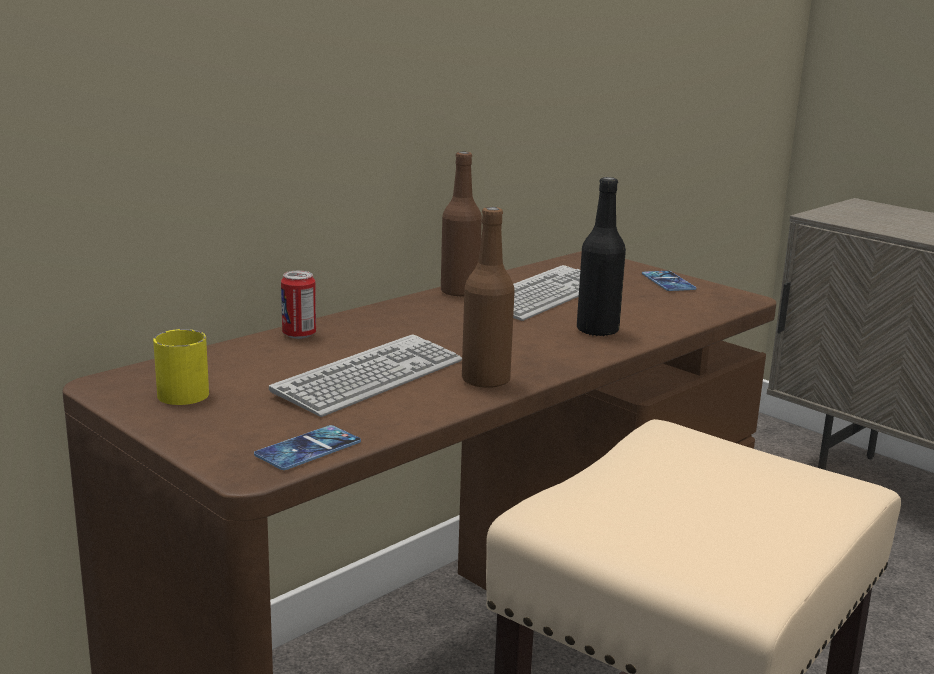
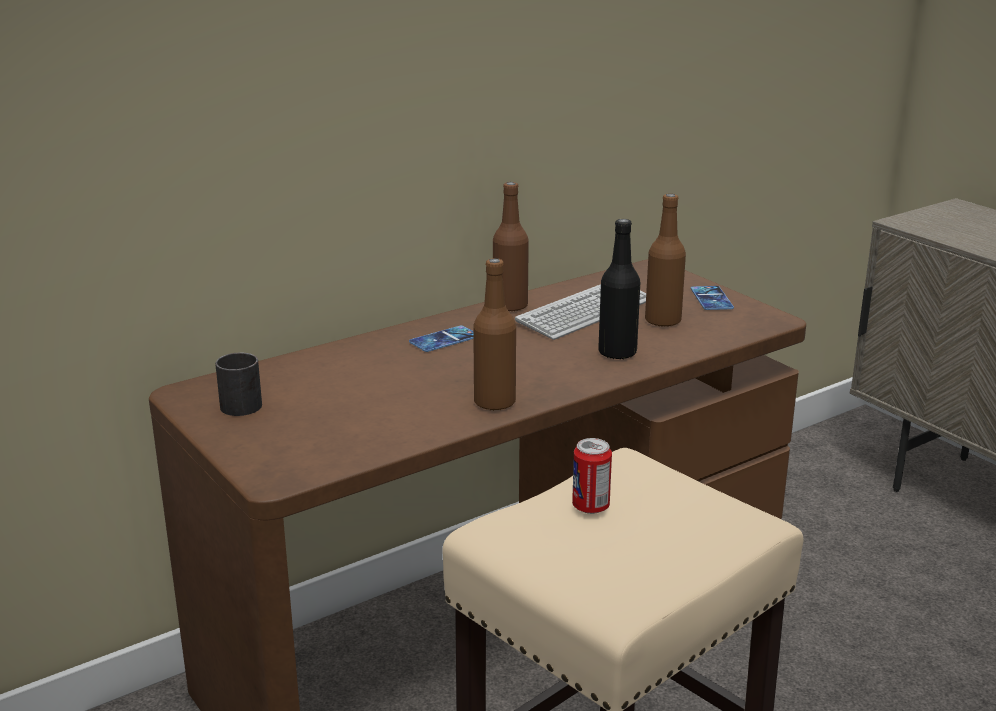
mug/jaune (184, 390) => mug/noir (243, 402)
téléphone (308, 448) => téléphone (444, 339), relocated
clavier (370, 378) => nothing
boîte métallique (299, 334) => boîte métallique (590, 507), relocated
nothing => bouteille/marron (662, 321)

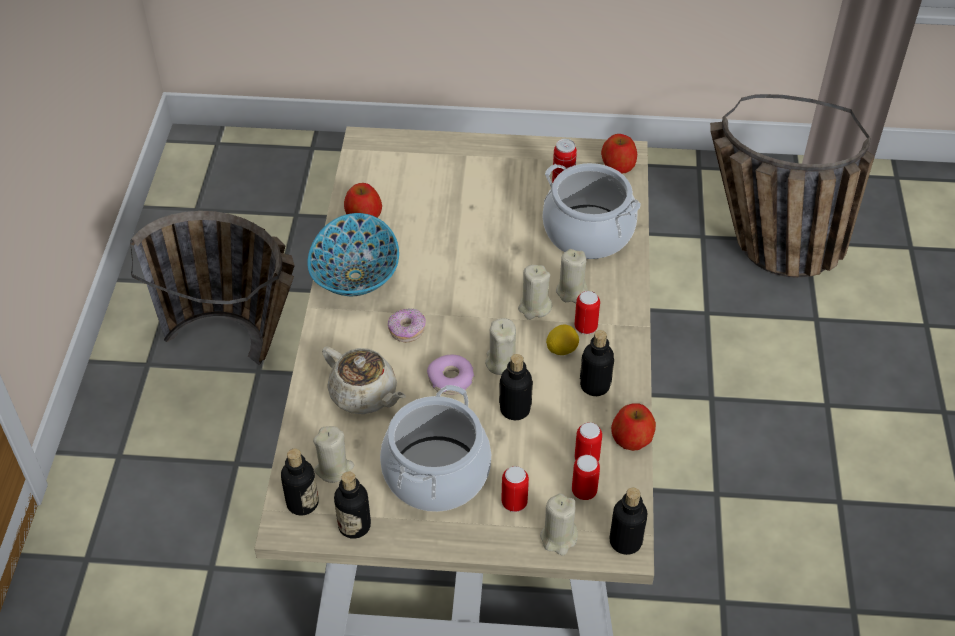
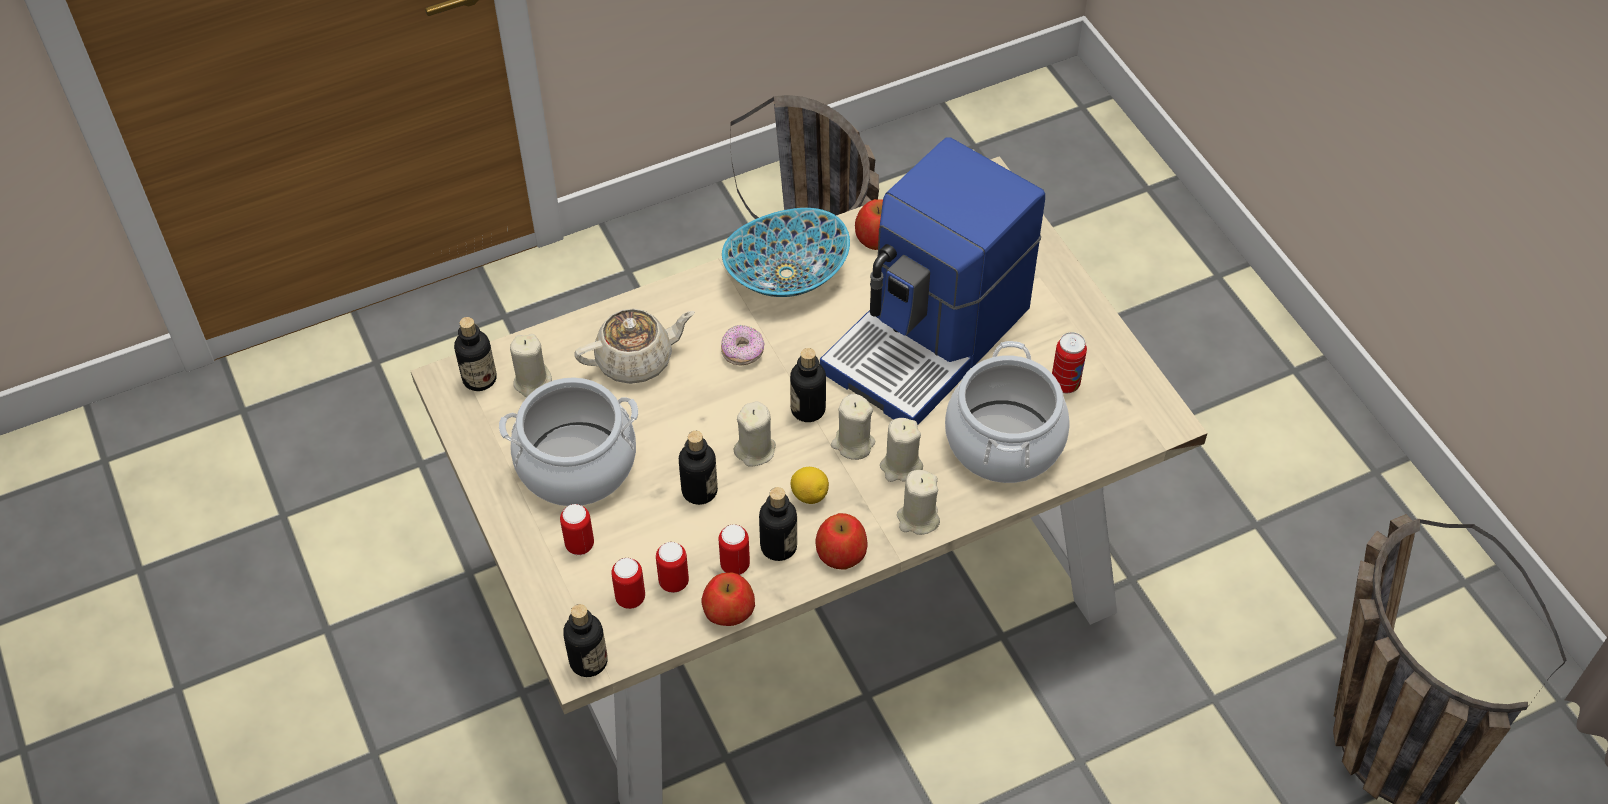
théière/beige (364, 395) => théière/beige (636, 360), 120 degrees counterclockwise
bouteille (354, 525) => bouteille (808, 409), relocated
beignet (451, 380) => nothing
bougie/beige (558, 538) => bougie/beige (918, 518), relocated
boîte métallique (585, 327) => boîte métallique (735, 565), relocated
pomme (618, 165) => pomme (841, 552), relocated
nothing => machine à café (930, 339)

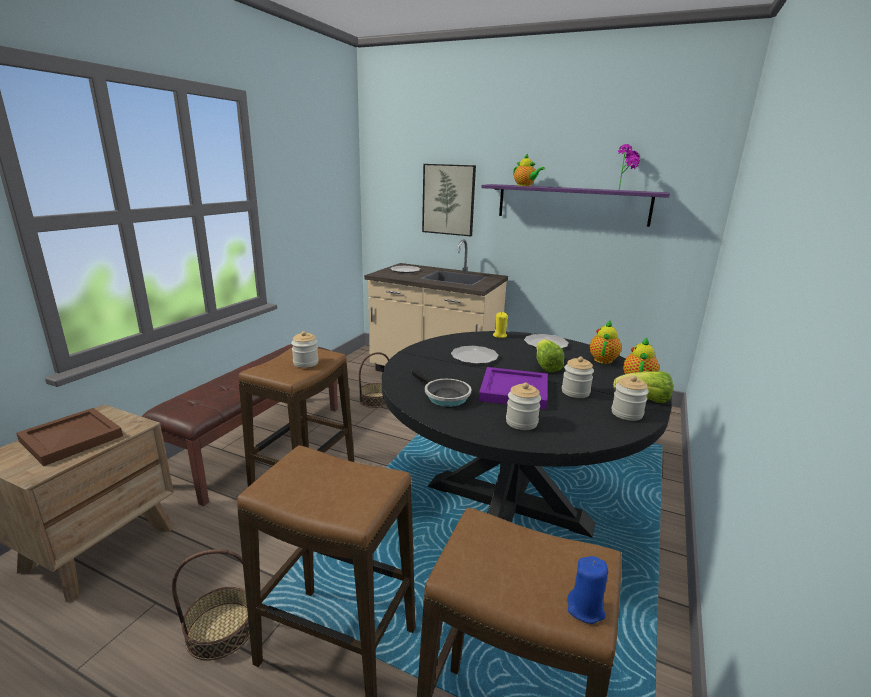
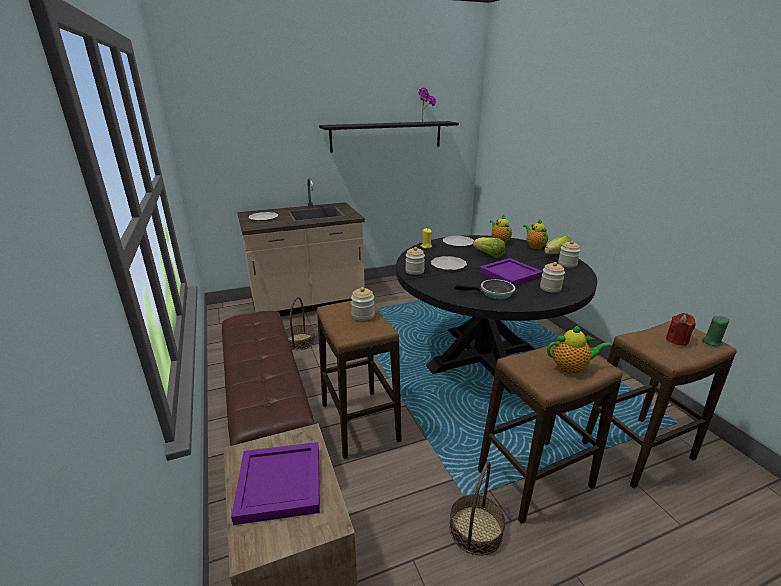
plateau/marron (70, 438) => plateau/violet (278, 485)
tableau (448, 199) => nothing
étagère/violet (572, 204) => étagère/noir (387, 136)
théière (525, 186) => théière (571, 367), relocated
bocal (575, 392) => bocal (414, 271), relocated
bougie/bleu (586, 609) => bougie/vert (711, 342)
nothing => bougie/rouge (677, 340)

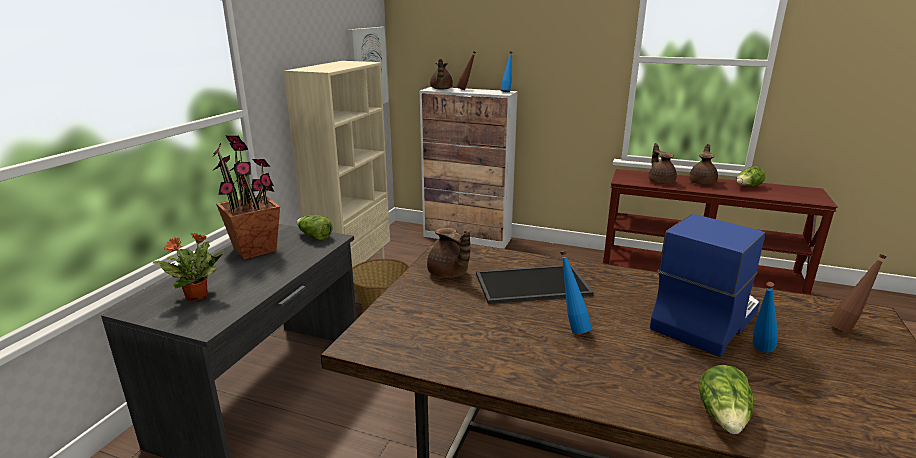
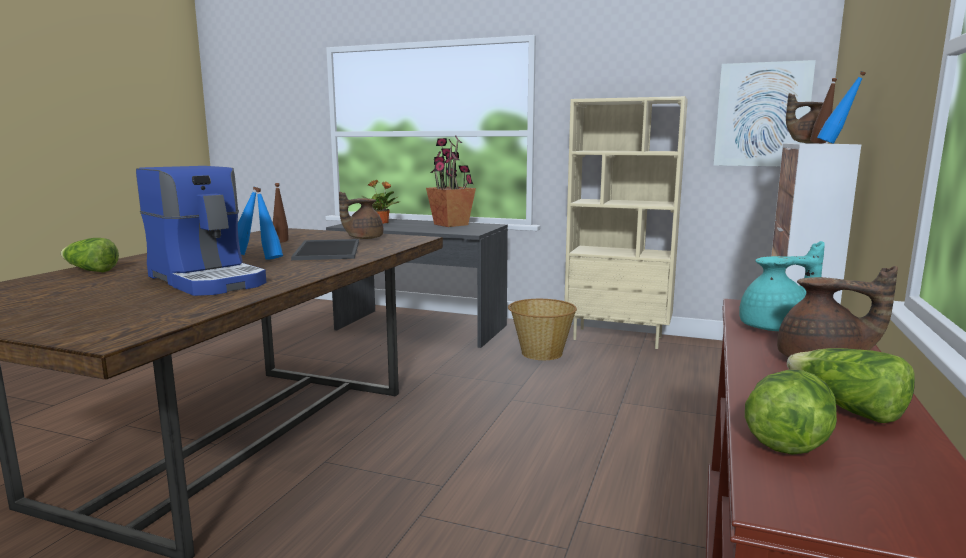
laitue (314, 237) => laitue (788, 436), relocated
théière/marron (660, 181) => théière/turquoise (776, 328)
bouteille/bleu (758, 352) => bouteille/bleu (270, 258), relocated
bouteille/marron (846, 328) => bouteille/marron (281, 242), relocated

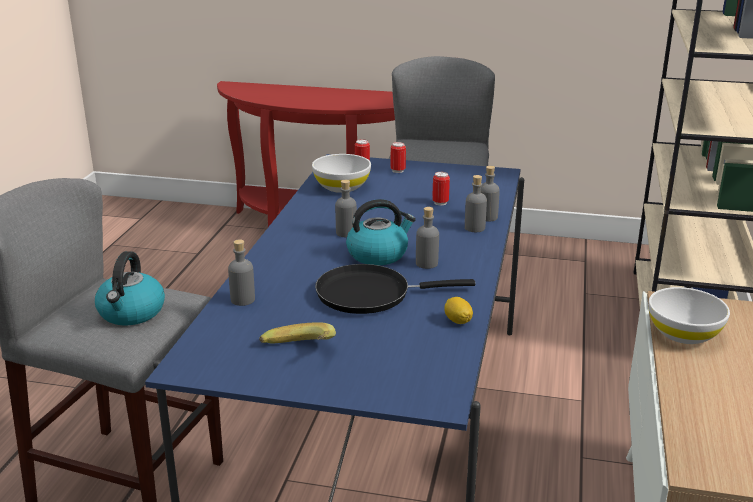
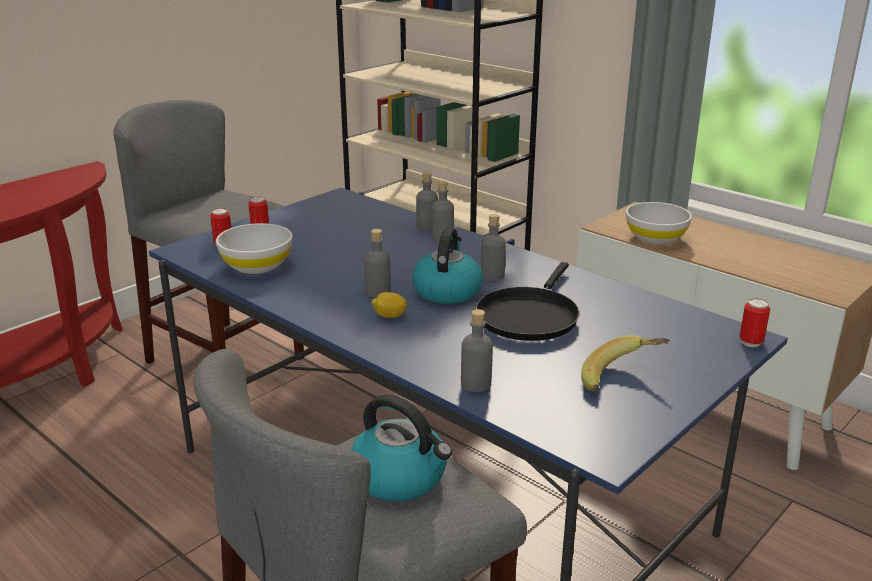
boîte métallique (440, 203) => boîte métallique (751, 342), relocated
citron (458, 321) => citron (389, 316), relocated

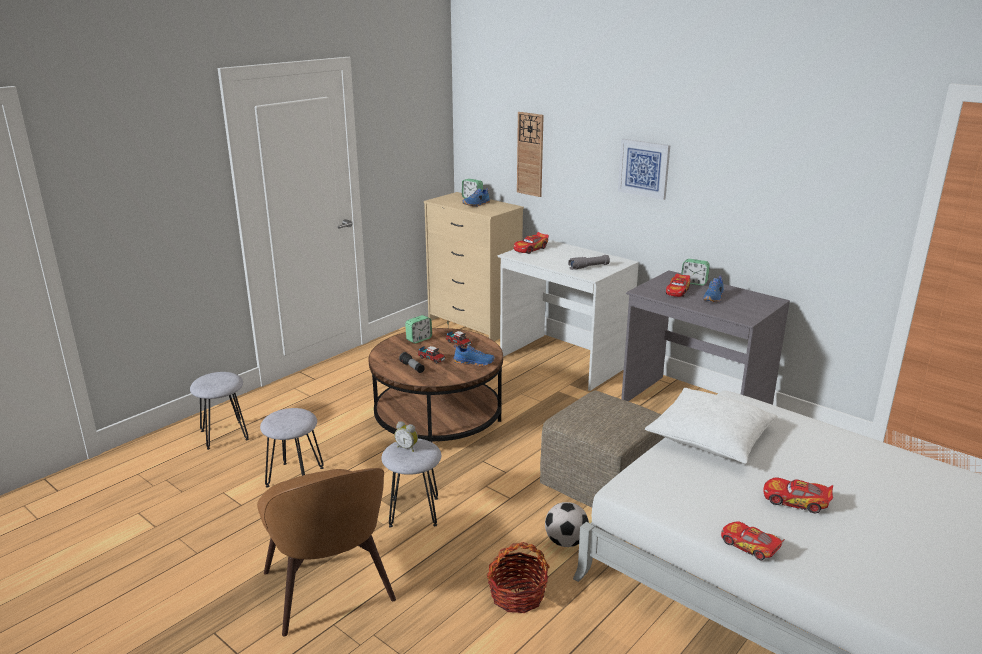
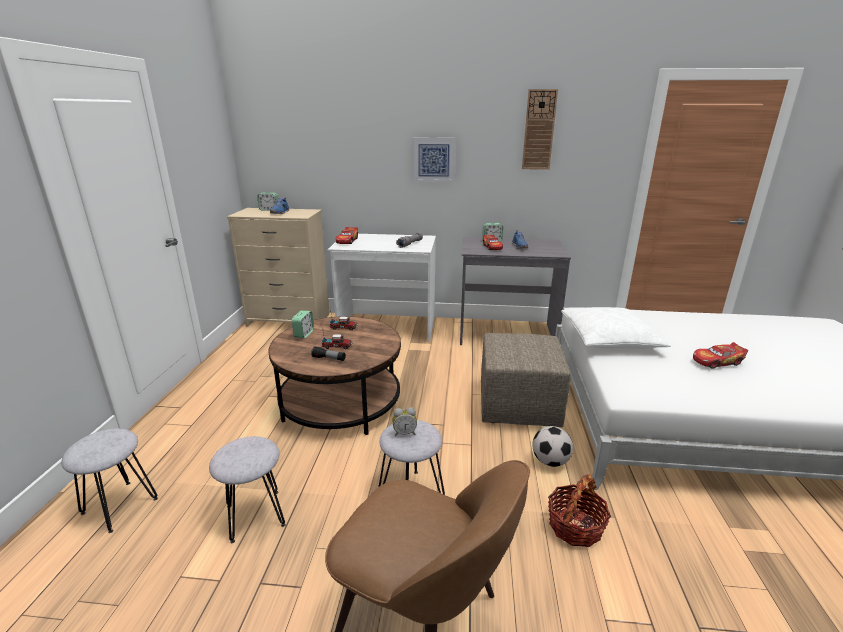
chaussure/bleu (474, 362) => nothing
horloge murale (530, 154) => horloge murale (539, 130), relocated
petite voiture (749, 546) => nothing

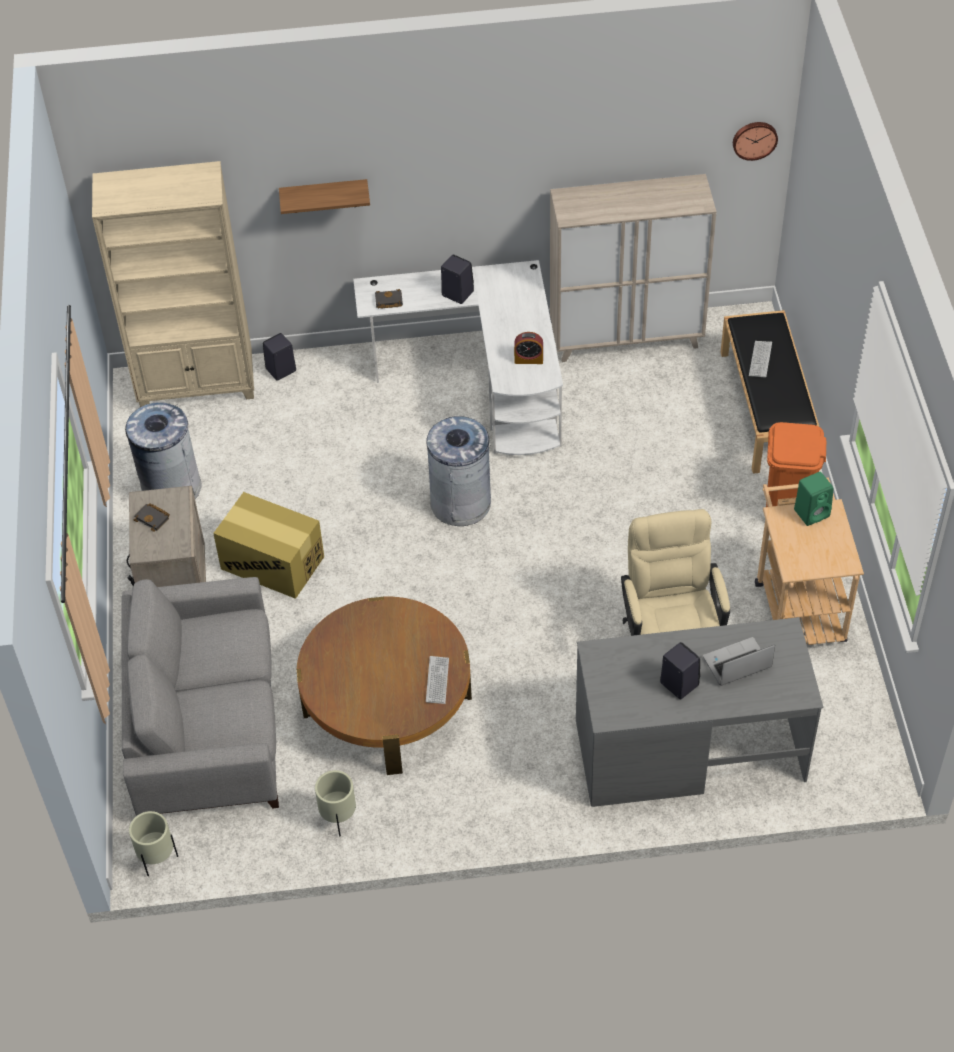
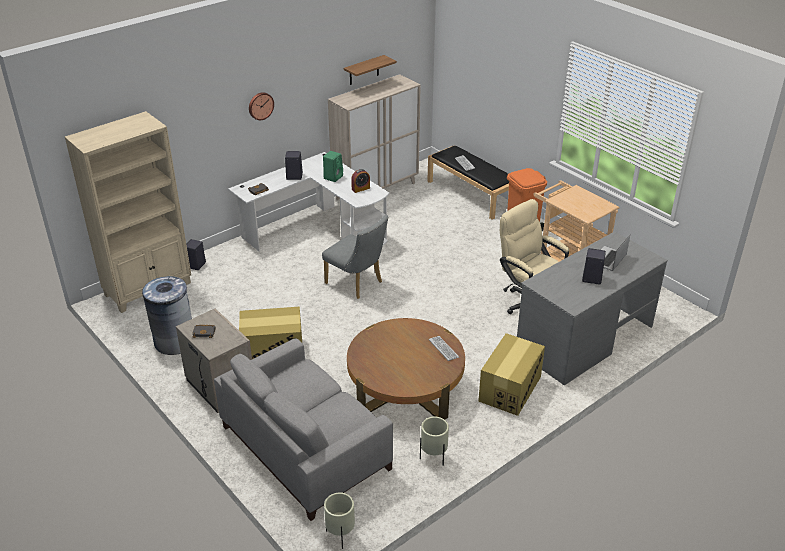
étagère (324, 196) => étagère (364, 70), relocated
poubelle/gris (461, 503) => chaise/gris (357, 284)
horloge murale (754, 139) => horloge murale (260, 105), relocated
enceinte/vert (812, 512) => enceinte/vert (333, 177), relocated
nothing => carton (510, 388)

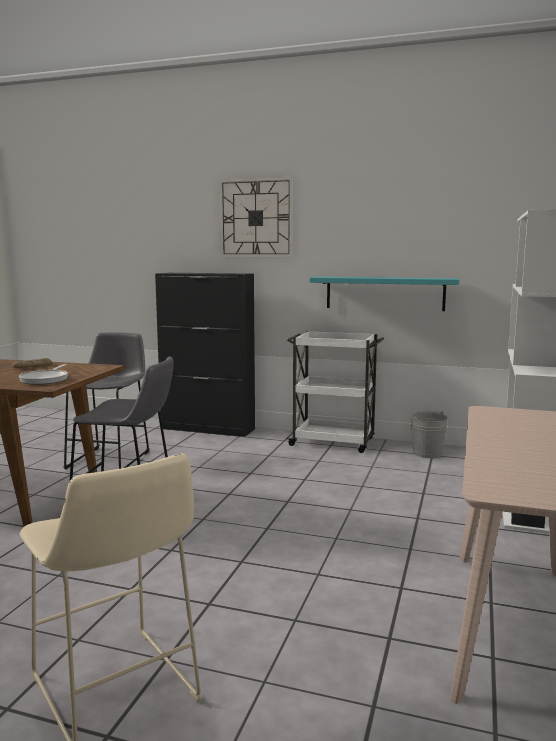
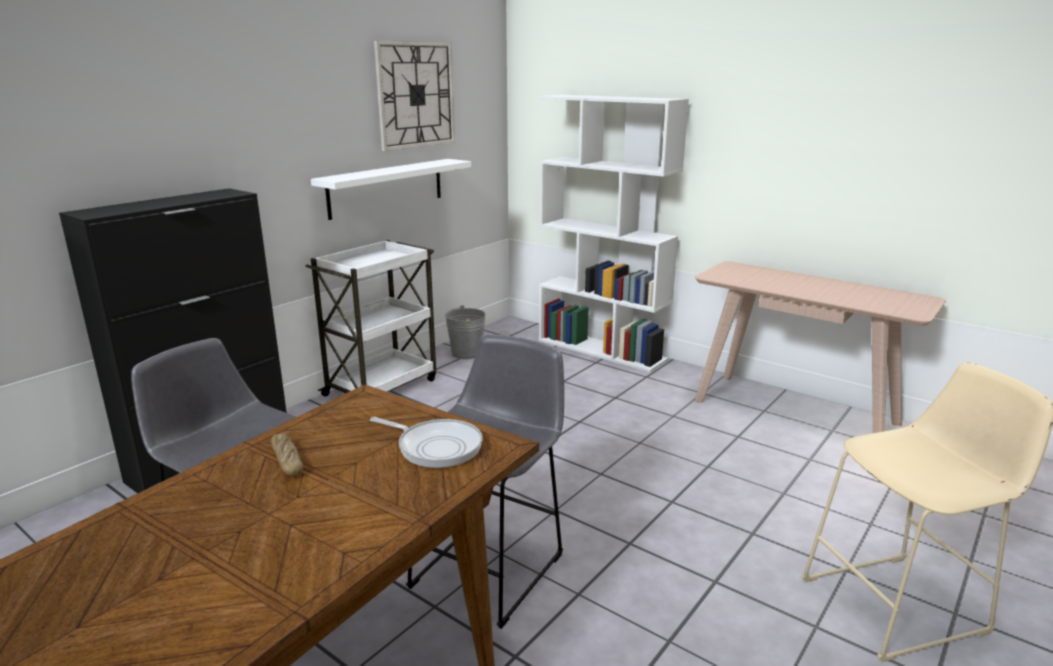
horloge murale (256, 218) => horloge murale (416, 95), relocated
étagère/turquoise (384, 293) => étagère/blanc (386, 187)

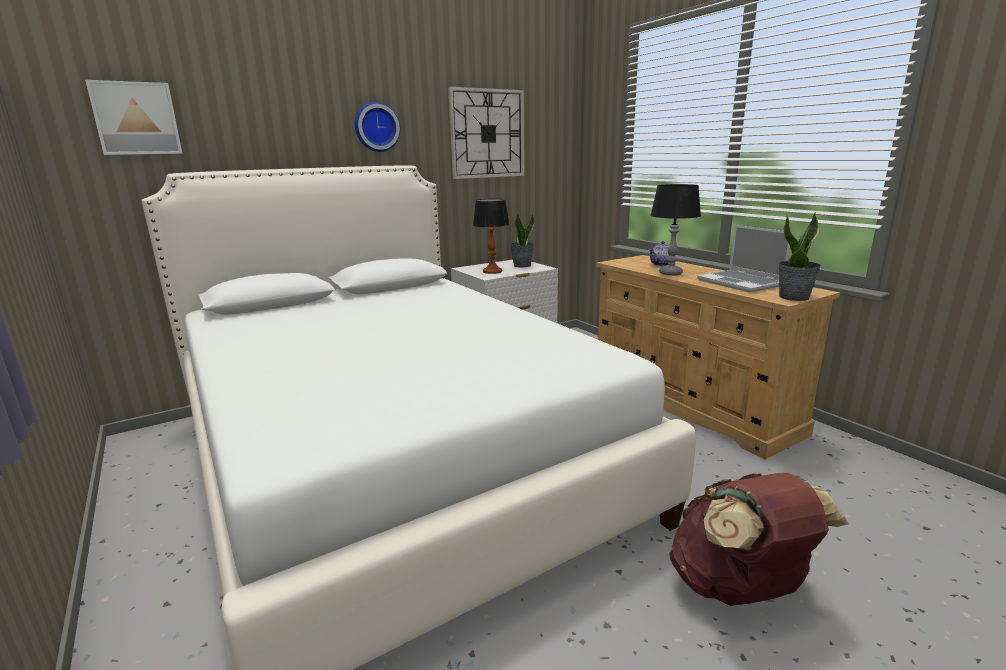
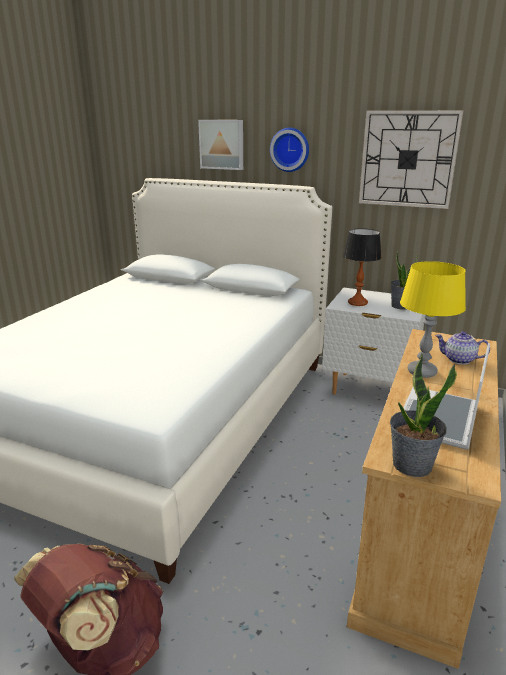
tableau (136, 119) => tableau (222, 144), relocated
lampe de table/noir (670, 273) => lampe de table/jaune (422, 372)

